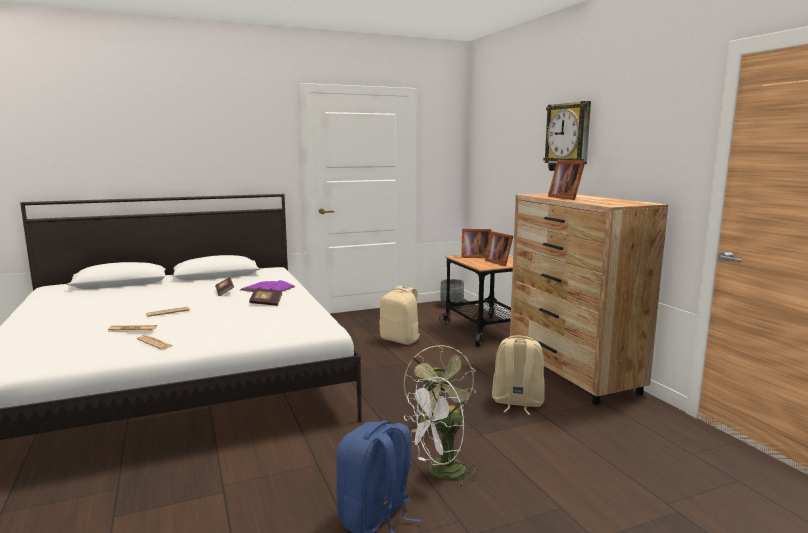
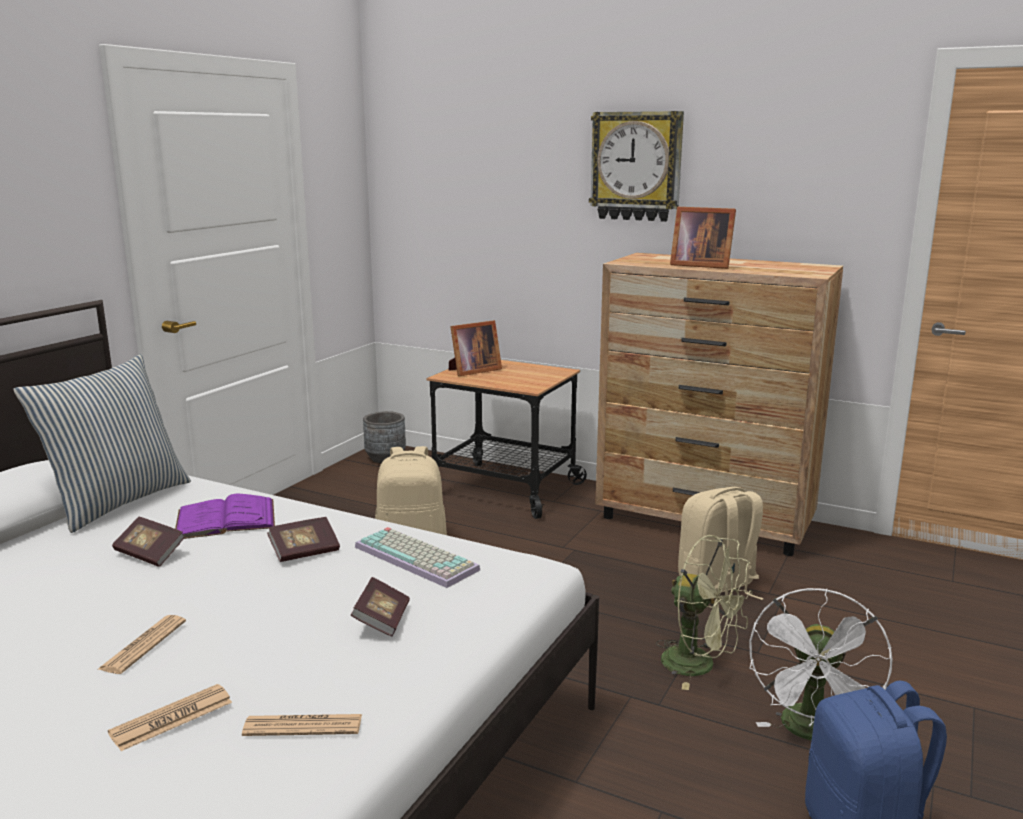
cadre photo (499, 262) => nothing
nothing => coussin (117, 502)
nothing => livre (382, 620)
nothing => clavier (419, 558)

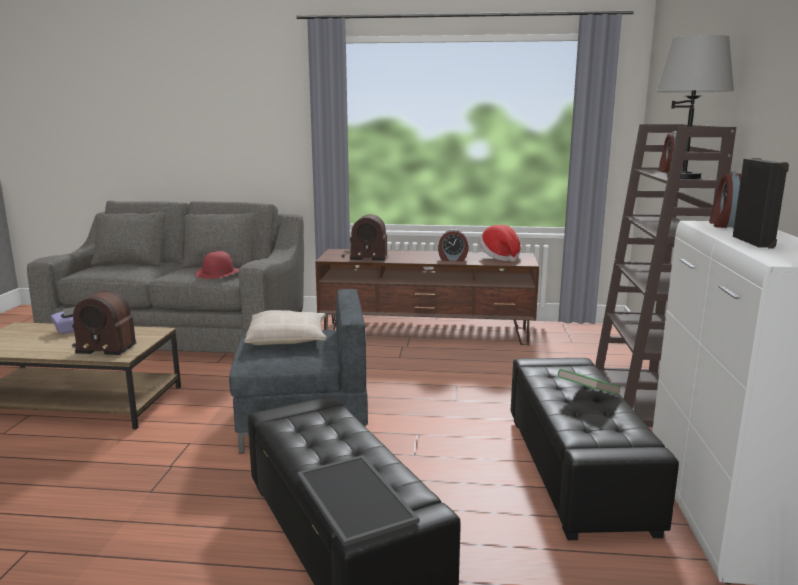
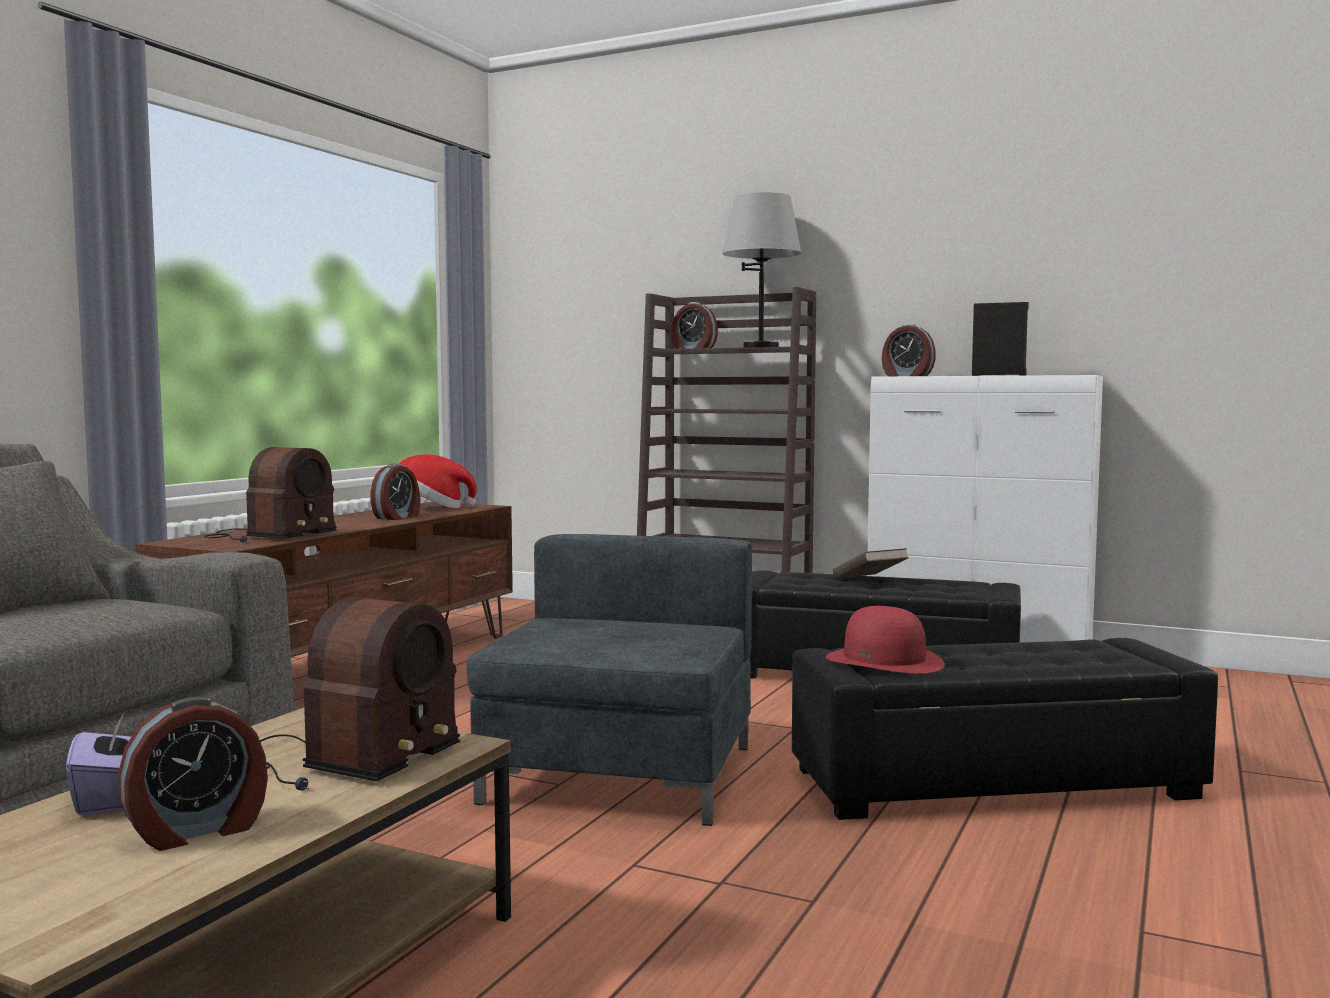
chapeau/rouge (218, 273) => chapeau/rouge (885, 660), relocated
coussin/beige (288, 338) => nothing
plateau (352, 497) => nothing
livre/vert (588, 395) => livre/marron (869, 580)
nothing => réveil (198, 830)

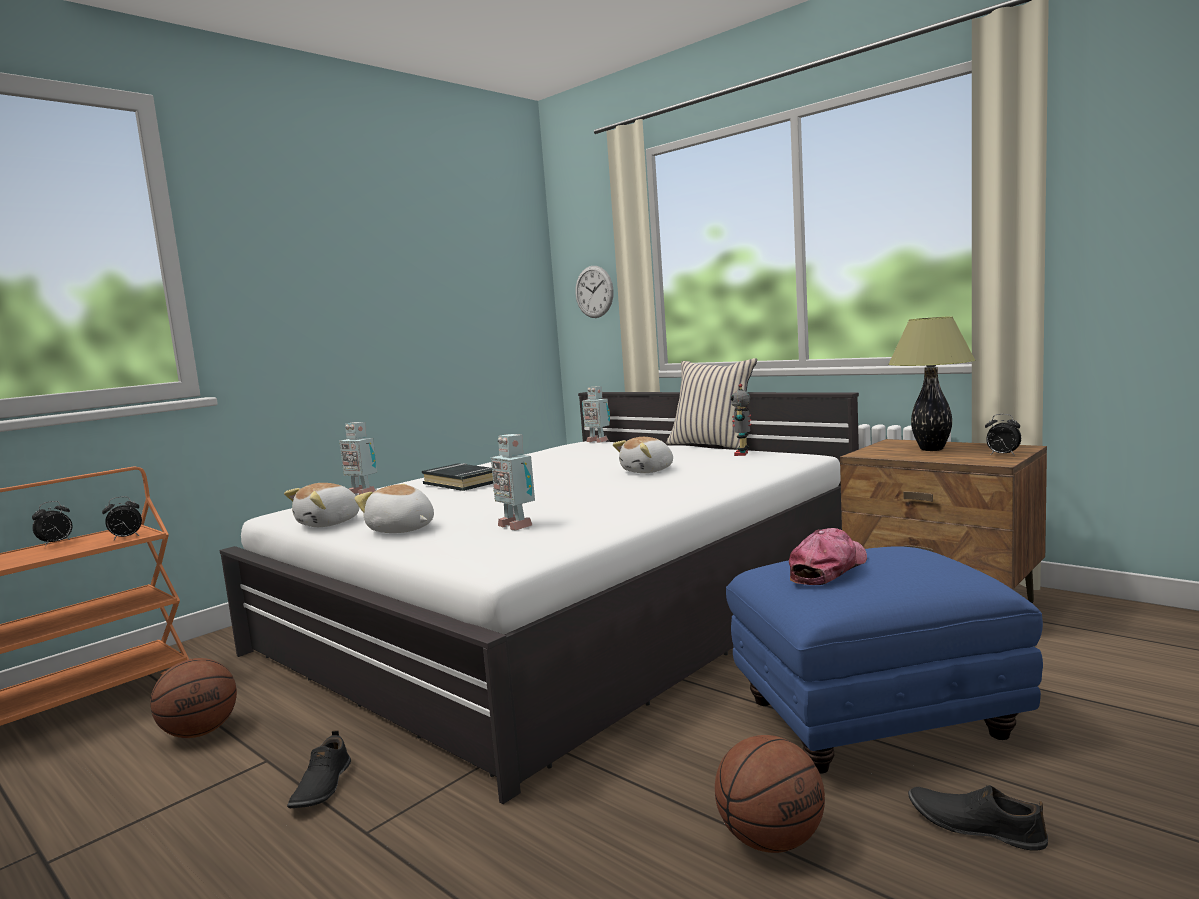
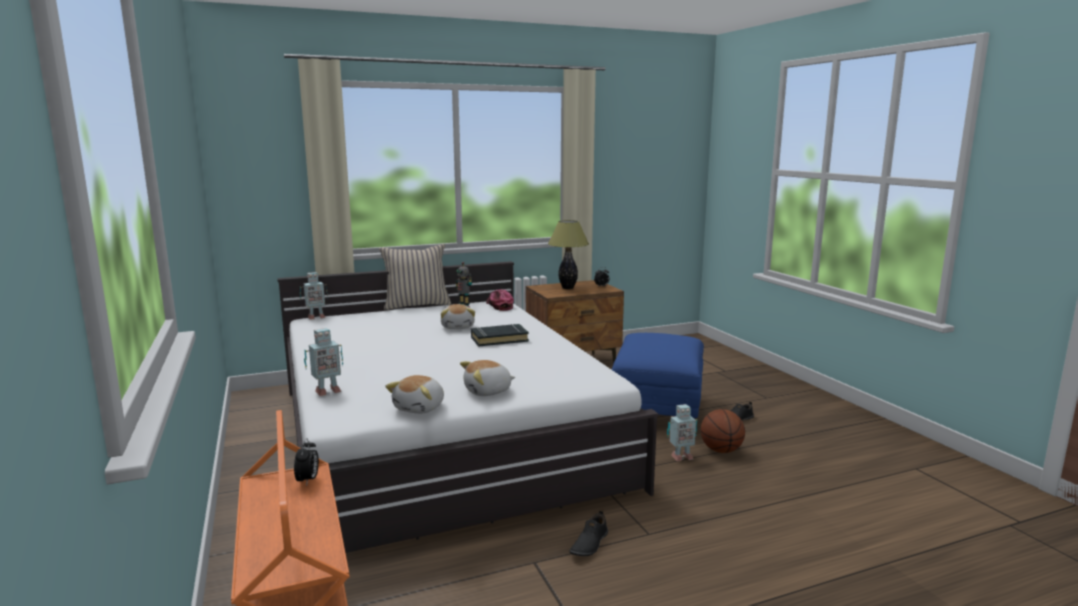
réveil (56, 543) => nothing
ballon de basket (201, 732) => nothing
peluche (329, 523) => peluche (420, 408), 45 degrees clockwise
chaussure/noir (321, 786) => chaussure/noir (589, 544), 90 degrees clockwise
livre/noir (462, 483) => livre/noir (499, 339), relocated
robot jouet (517, 525) => robot jouet (680, 457), relocated
horloge murale (594, 292) => nothing
casquette (828, 569) => casquette (499, 305), relocated

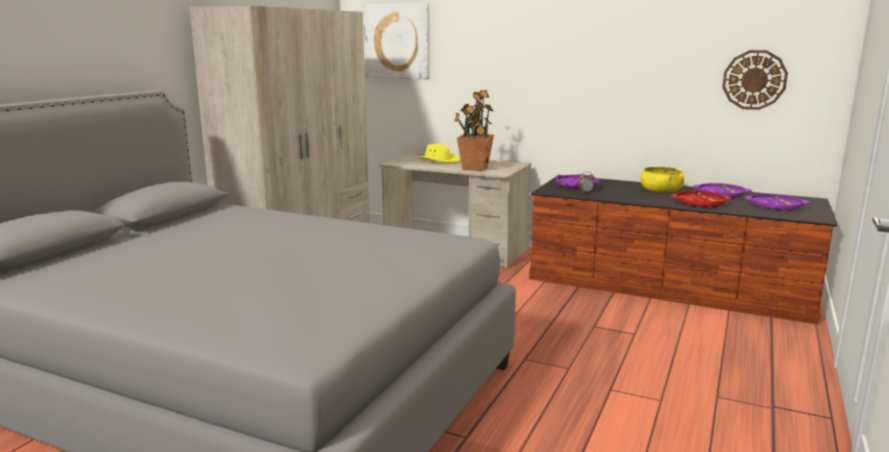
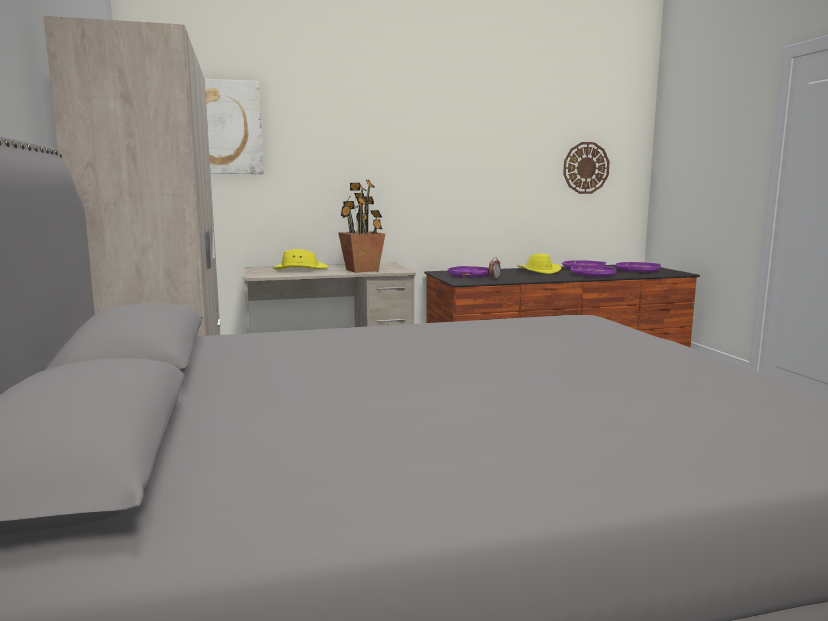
bol/jaune (661, 190) => chapeau/jaune (537, 271)
plateau/rouge (700, 203) => plateau/violet (592, 275)

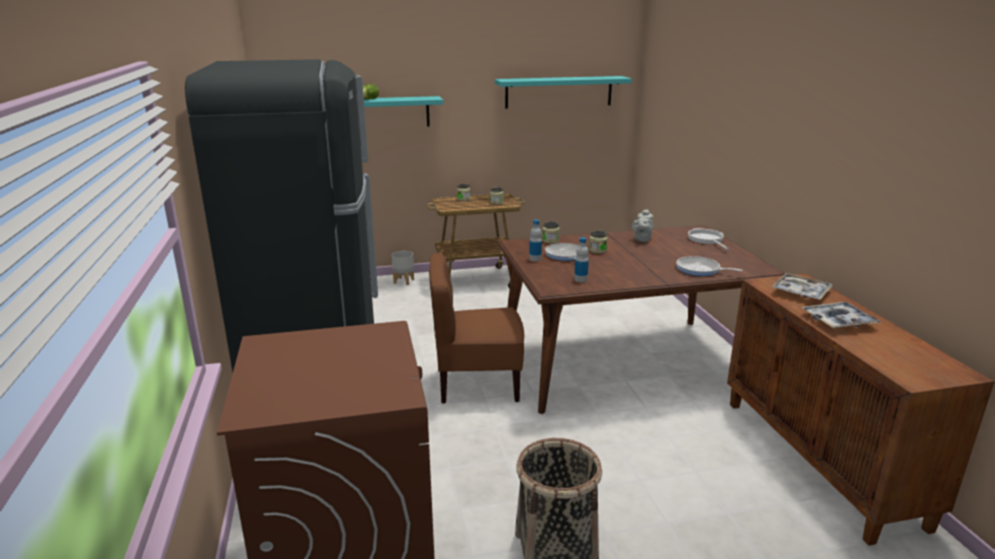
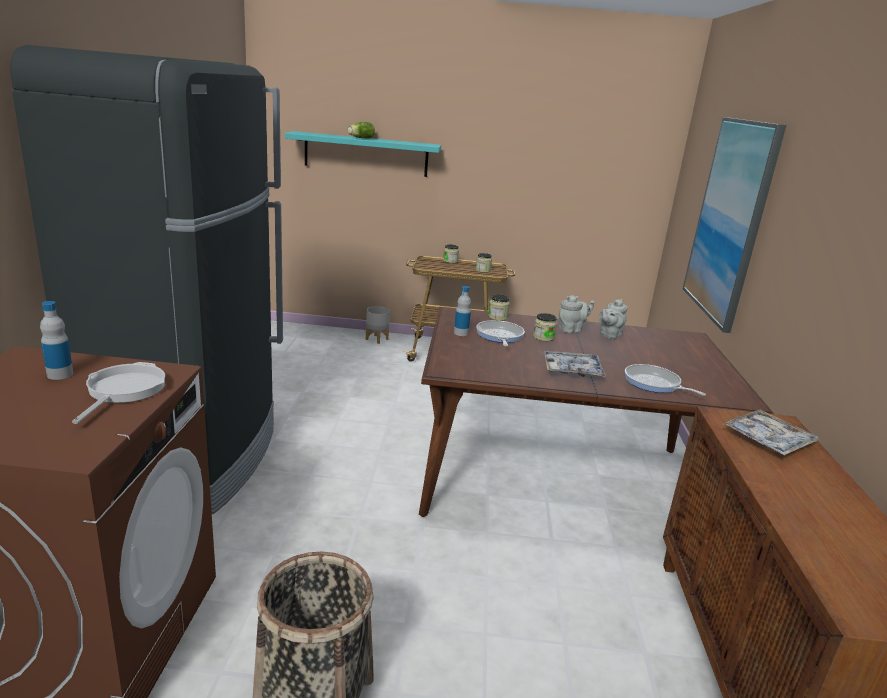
chaise/marron (477, 384) => nothing
étagère/turquoise (559, 92) => nothing
bouteille (580, 279) => bouteille (60, 374), relocated
poêle (706, 240) => poêle (123, 390), relocated
plateau (838, 321) => plateau (572, 370), relocated
nothing => théière/gris (571, 330)
nothing => tableau (729, 220)

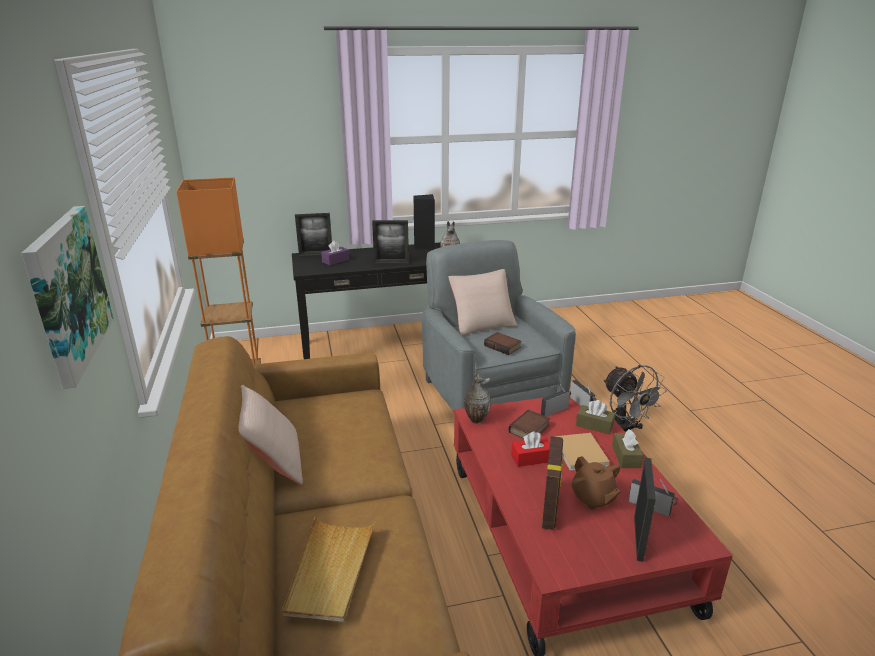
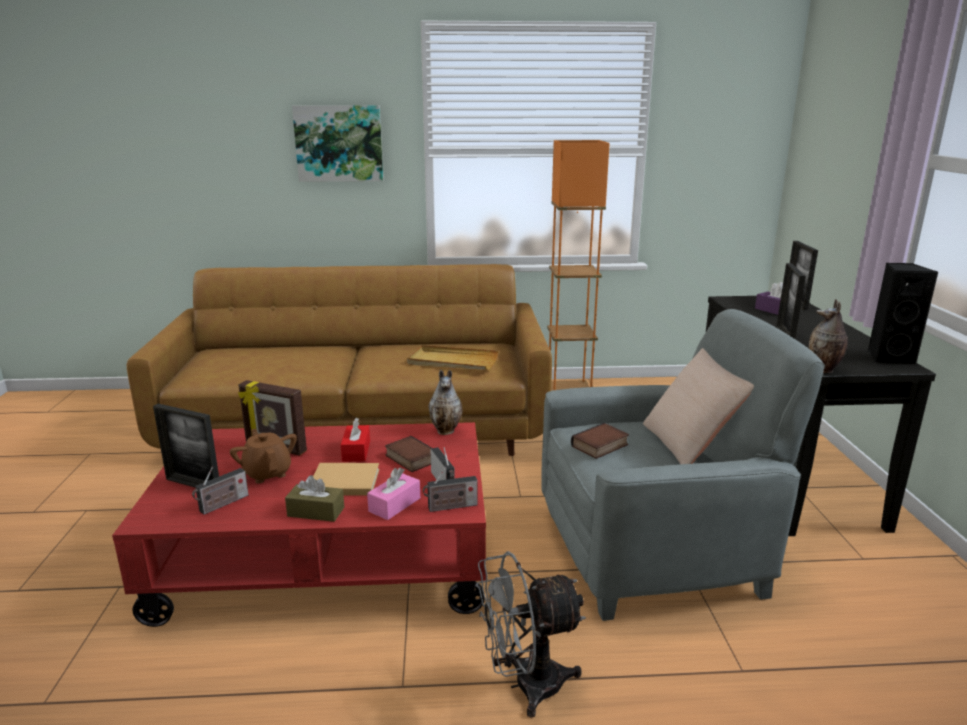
coussin/beige (273, 461) => nothing
plateau/beige (330, 570) => plateau/beige (452, 361), relocated
théière/marron (593, 498) => théière/marron (267, 473), 75 degrees clockwise
boîte à mouchoirs/marron (594, 425) => boîte à mouchoirs/rose (394, 505)

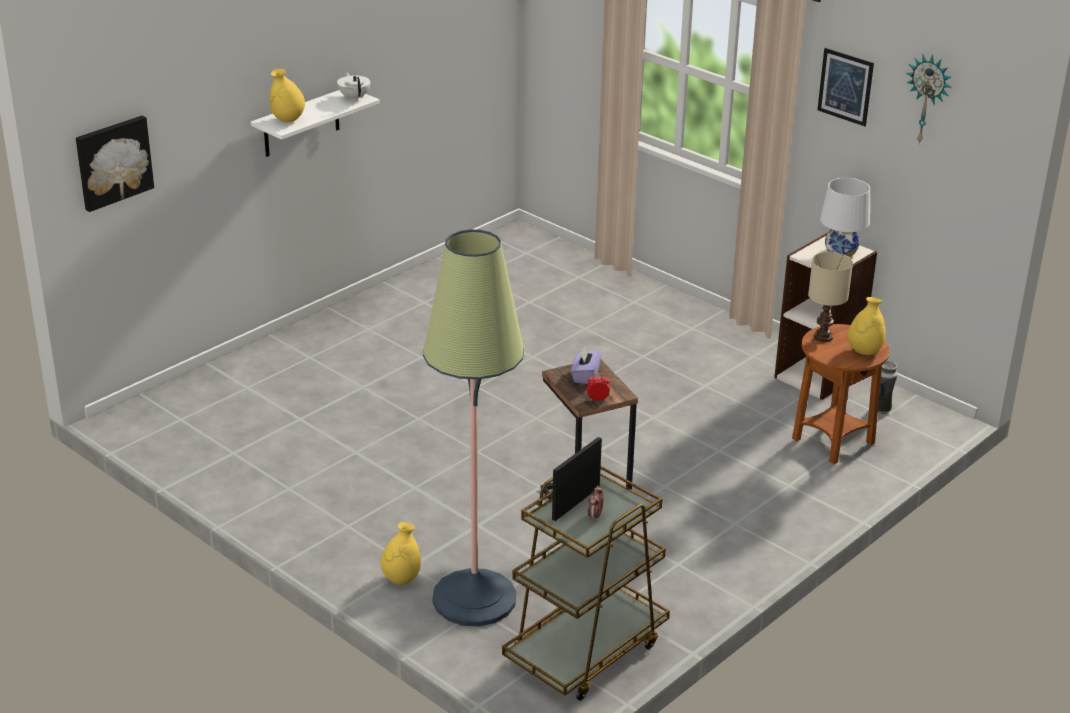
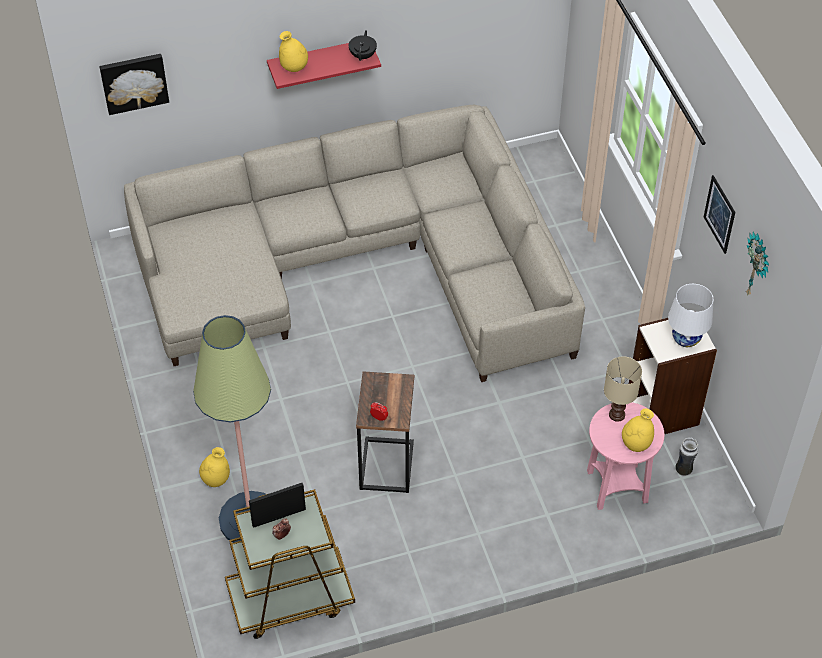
étagère/blanc (301, 123) => étagère/rouge (319, 62)
théière/blanc (354, 97) => théière/noir (363, 55)
boîte à mouchoirs/violet (585, 376) => nothing
table d'appoint/marron (833, 441) => table d'appoint/rose (617, 486)
nothing => canapé/beige (359, 266)

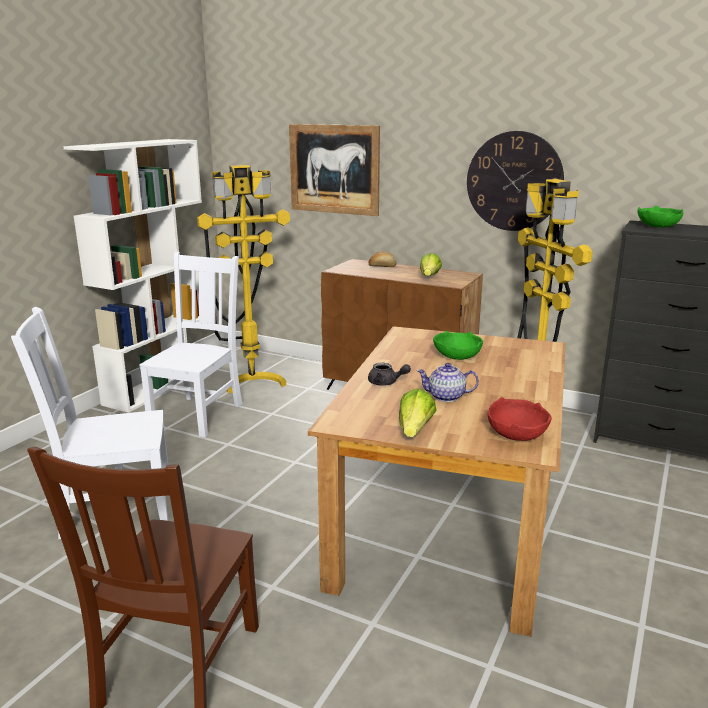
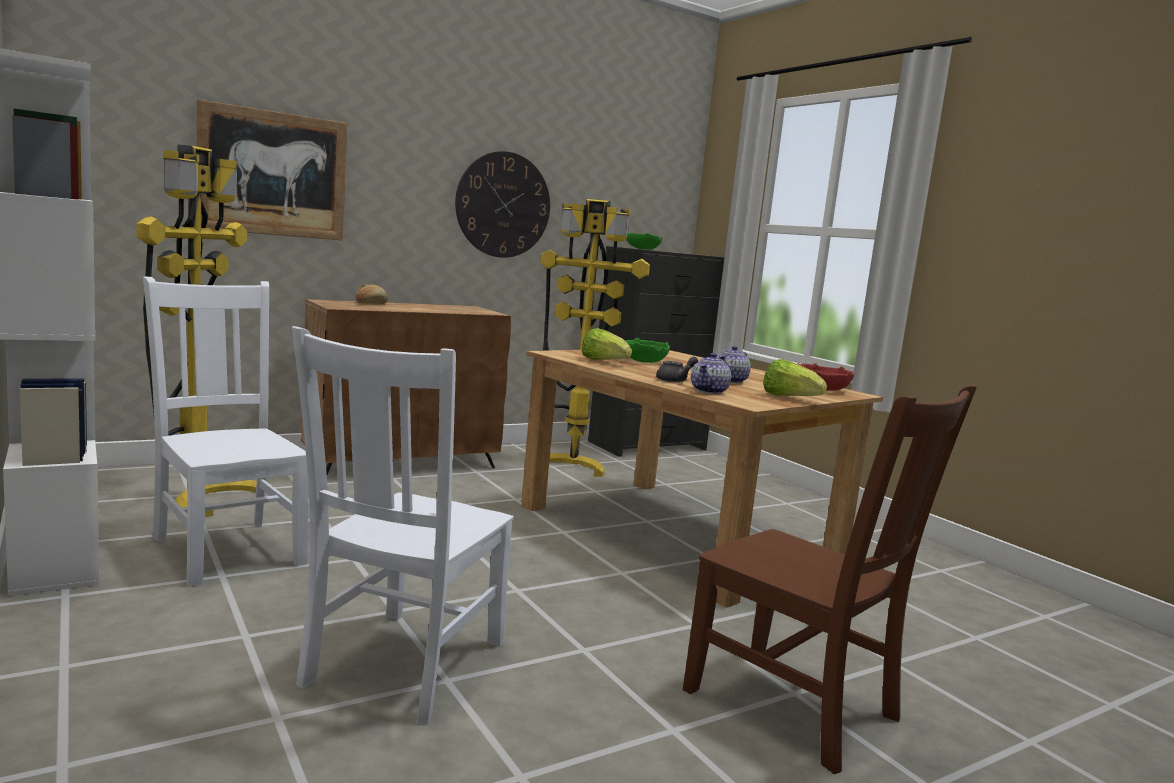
laitue (429, 277) => laitue (604, 362), relocated
nothing => théière (709, 391)

